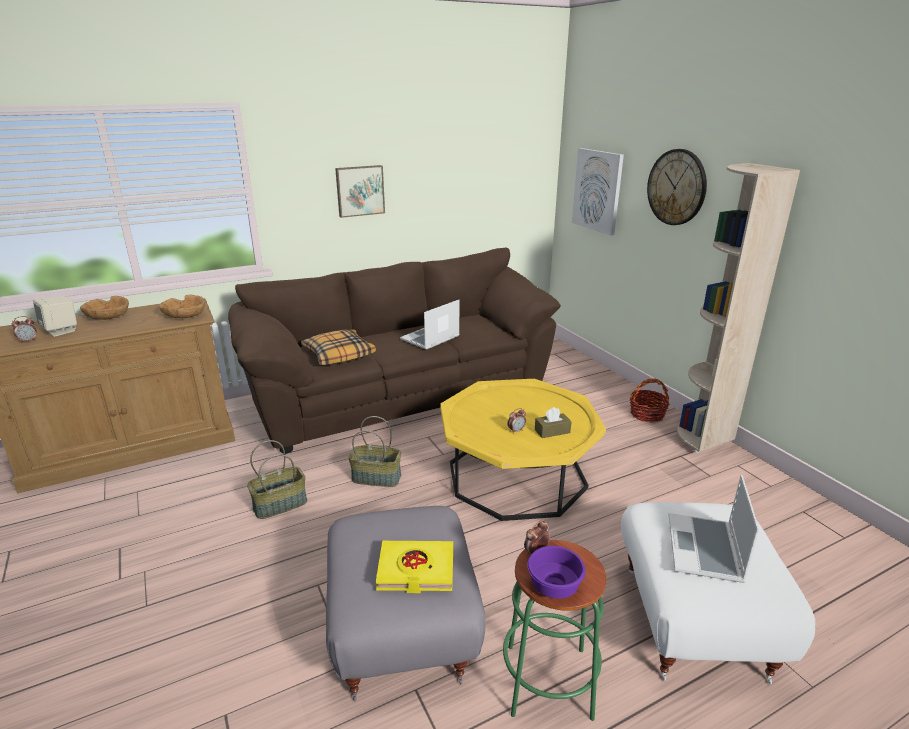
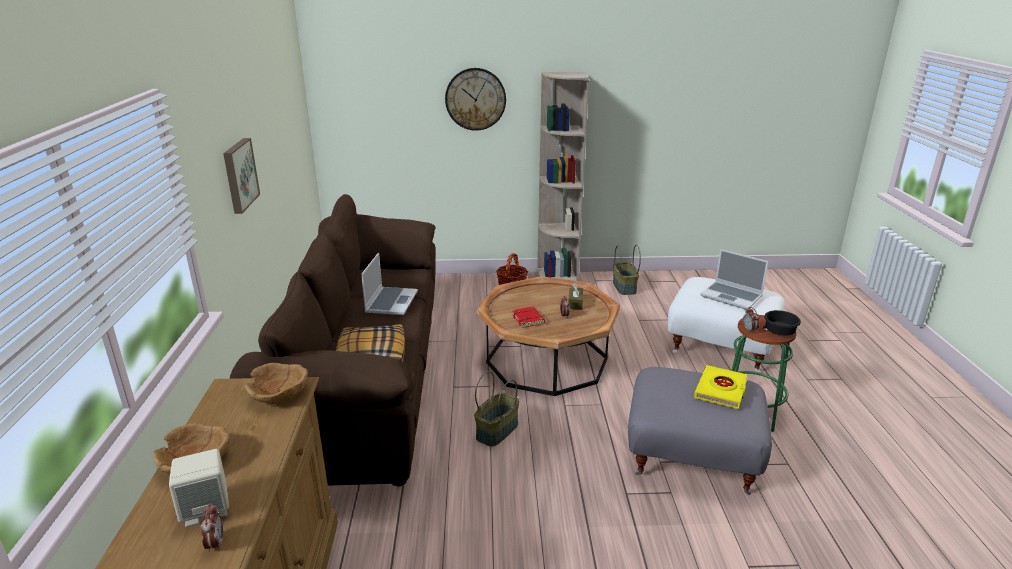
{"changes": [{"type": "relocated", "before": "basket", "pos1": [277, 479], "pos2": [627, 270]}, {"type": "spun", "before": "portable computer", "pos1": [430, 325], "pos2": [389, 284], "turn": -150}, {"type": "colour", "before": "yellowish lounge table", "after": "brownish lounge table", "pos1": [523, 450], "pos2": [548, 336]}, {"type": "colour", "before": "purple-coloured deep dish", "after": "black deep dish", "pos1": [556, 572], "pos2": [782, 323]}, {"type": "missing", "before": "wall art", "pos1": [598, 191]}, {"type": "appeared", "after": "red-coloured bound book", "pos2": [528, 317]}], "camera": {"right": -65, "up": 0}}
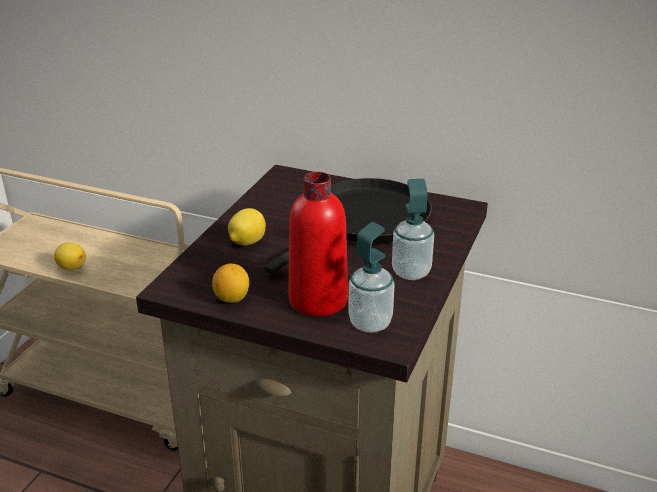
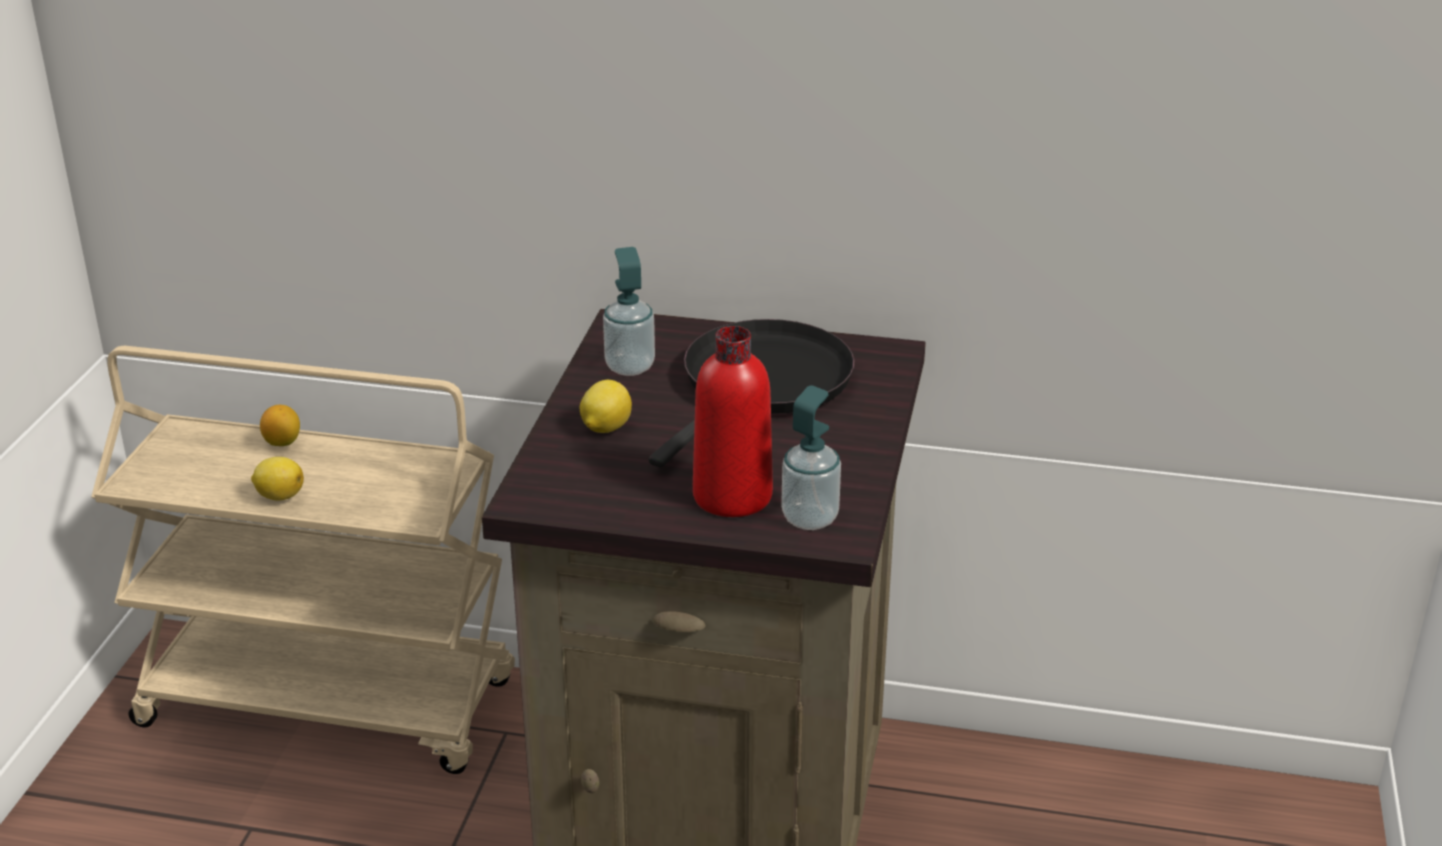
{"changes": [{"type": "relocated", "before": "whole lemon", "pos1": [230, 283], "pos2": [280, 425]}, {"type": "relocated", "before": "liquid soap bottle", "pos1": [413, 229], "pos2": [629, 311]}], "camera": {"right": -10, "up": 0}}
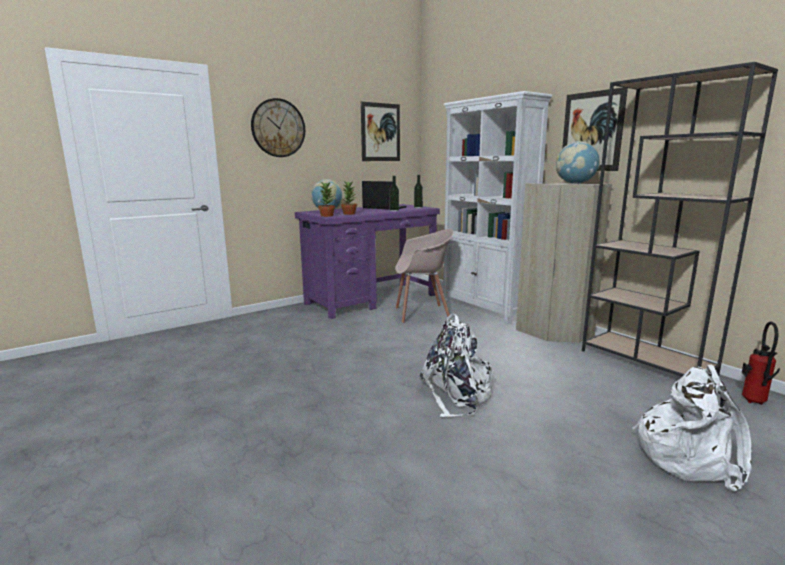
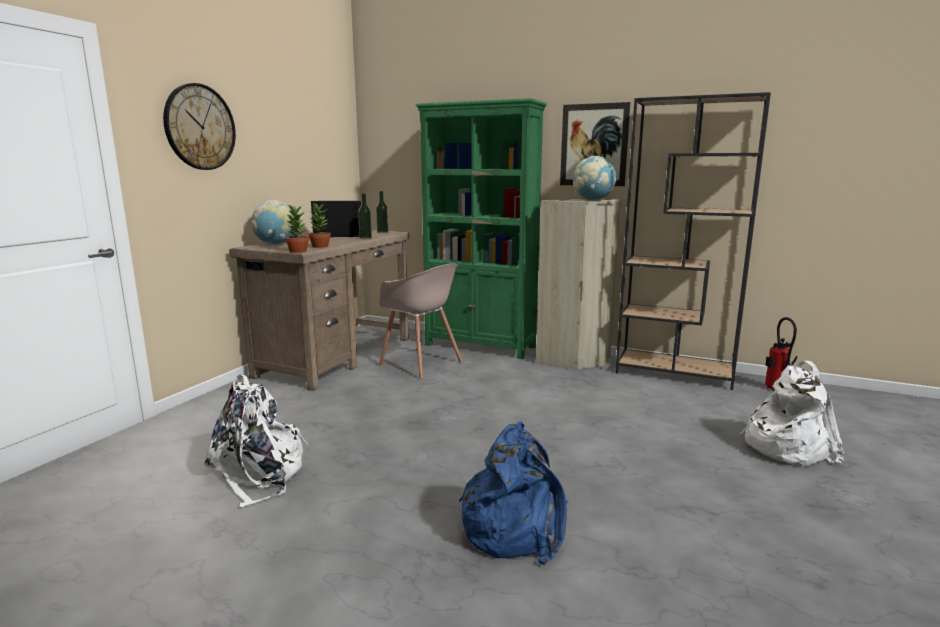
{"changes": [{"type": "colour", "before": "purple-coloured desk table", "after": "brownish desk table", "pos1": [367, 261], "pos2": [319, 310]}, {"type": "missing", "before": "wall art", "pos1": [380, 131]}, {"type": "spun", "before": "beige-coloured upright chair", "pos1": [424, 276], "pos2": [420, 321], "turn": 75}, {"type": "relocated", "before": "white knapsack", "pos1": [458, 365], "pos2": [256, 440]}, {"type": "colour", "before": "white shelving unit", "after": "green-coloured shelving unit", "pos1": [497, 208], "pos2": [481, 228]}, {"type": "appeared", "after": "bluish knapsack", "pos2": [514, 493]}], "camera": {"right": -30, "up": 0}}
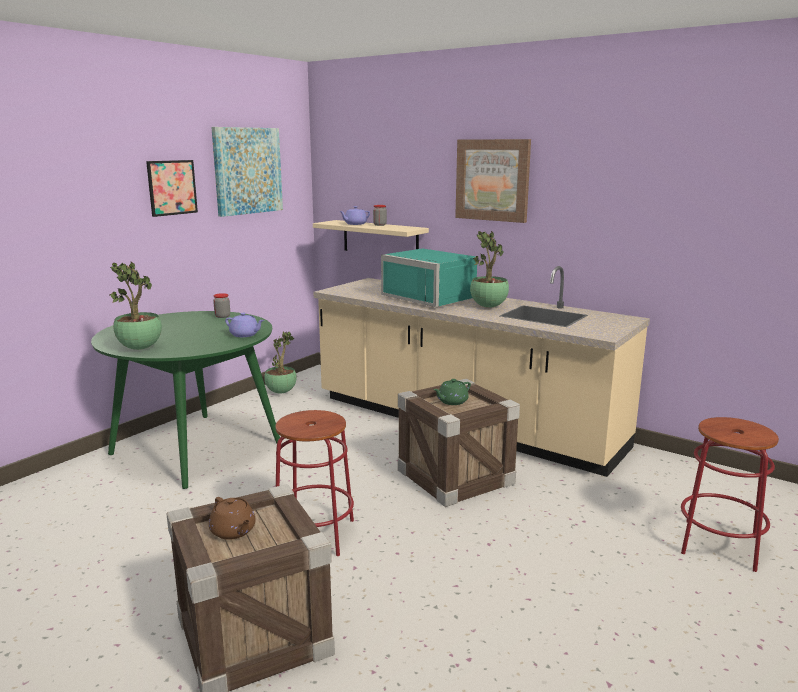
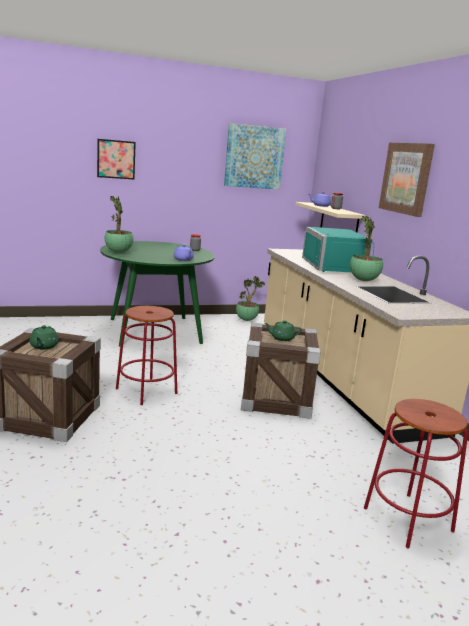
{"changes": [{"type": "relocated", "before": "wall art", "pos1": [172, 188], "pos2": [116, 159]}, {"type": "colour", "before": "brownish teapot", "after": "green-coloured teapot", "pos1": [232, 518], "pos2": [44, 337]}], "camera": {"right": 35, "up": 0}}
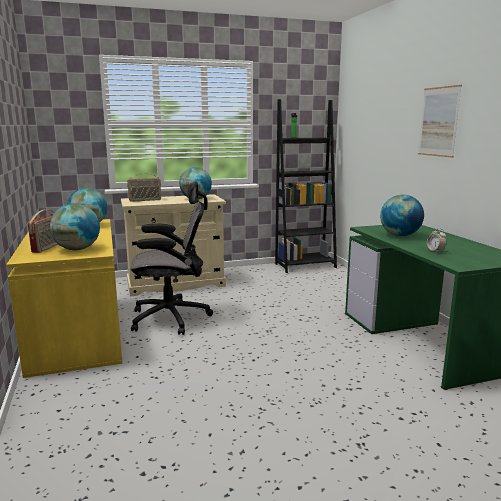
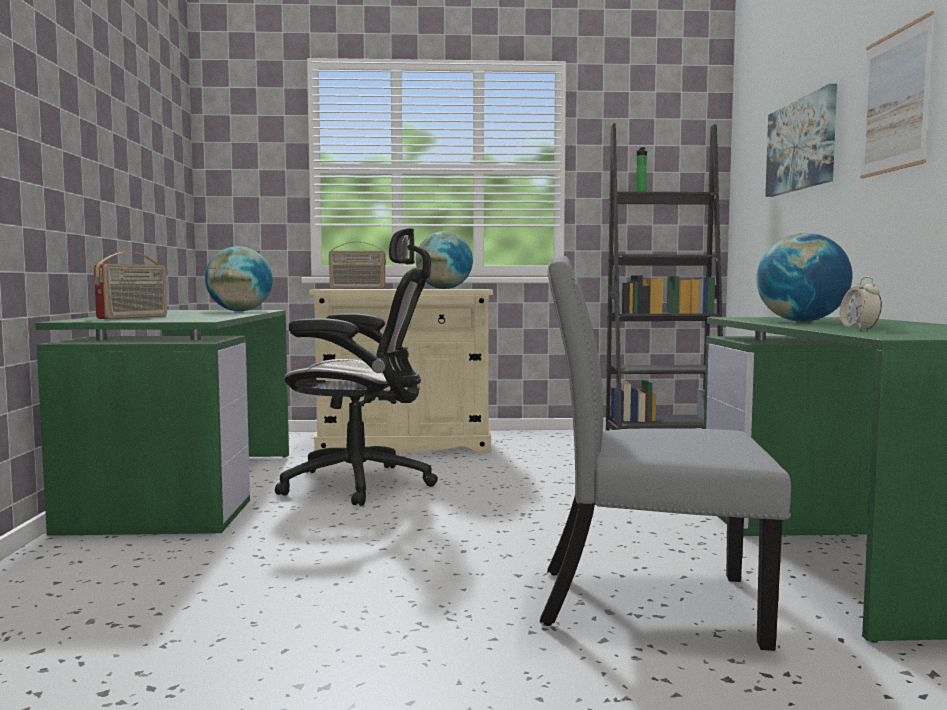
{"changes": [{"type": "colour", "before": "yellowish desk table", "after": "green-coloured desk table", "pos1": [64, 298], "pos2": [162, 423]}, {"type": "missing", "before": "world globe", "pos1": [75, 226]}, {"type": "appeared", "after": "gray upright chair", "pos2": [665, 453]}, {"type": "appeared", "after": "wall art", "pos2": [801, 140]}], "camera": {"right": 15, "up": -10}}
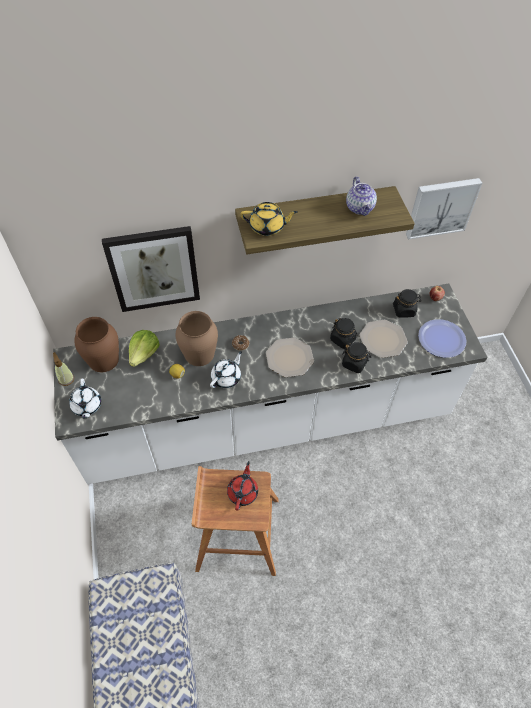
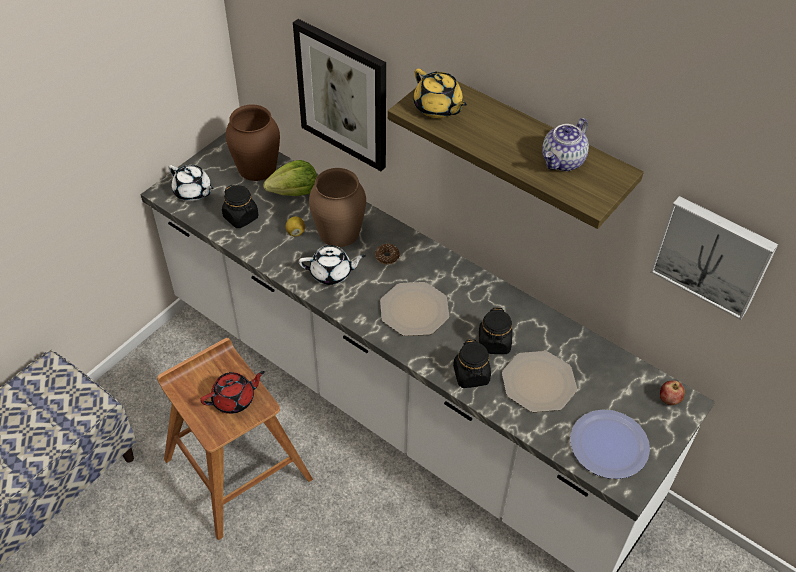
{"changes": [{"type": "missing", "before": "liquid soap bottle", "pos1": [63, 369]}, {"type": "spun", "before": "white teapot", "pos1": [85, 399], "pos2": [191, 183], "turn": -90}, {"type": "relocated", "before": "black preserve jar", "pos1": [407, 303], "pos2": [240, 206]}], "camera": {"right": 50, "up": -5}}
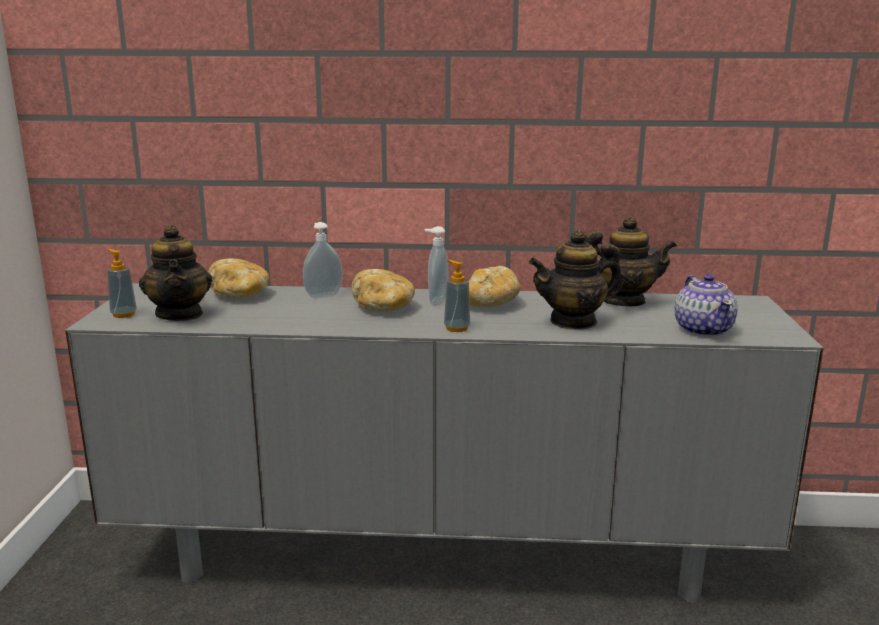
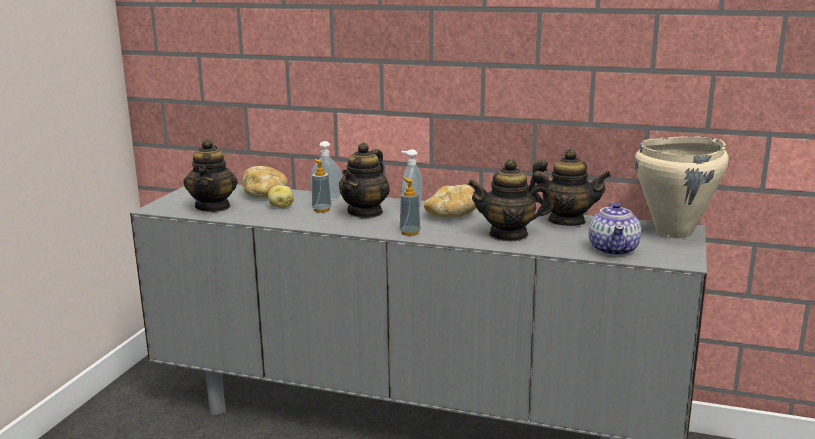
{"changes": [{"type": "relocated", "before": "liquid soap bottle", "pos1": [122, 283], "pos2": [321, 186]}, {"type": "exchanged", "before": "bread", "after": "teapot", "pos1": [383, 290], "pos2": [364, 180]}, {"type": "appeared", "after": "potato", "pos2": [281, 196]}, {"type": "appeared", "after": "beige-coloured stockpot", "pos2": [681, 187]}], "camera": {"right": 15, "up": 0}}
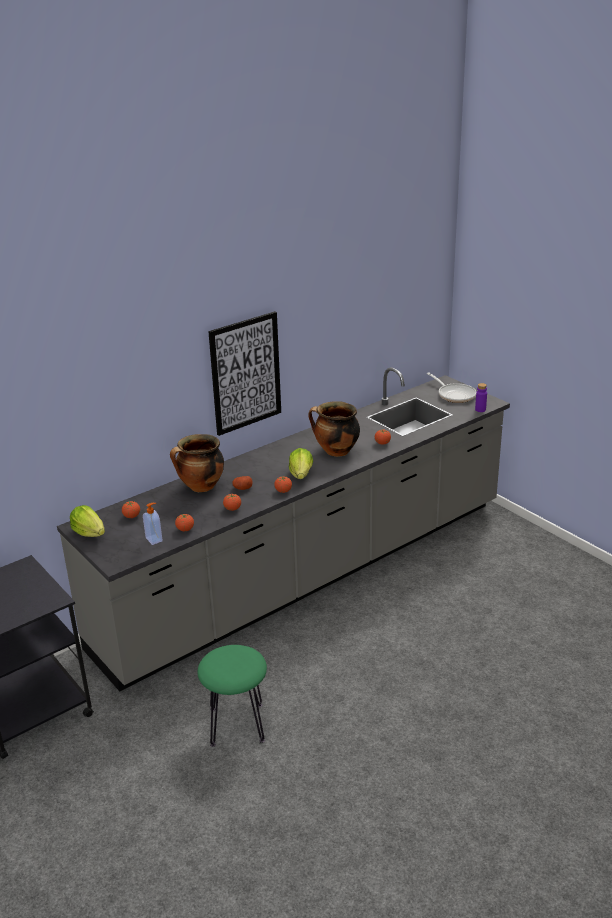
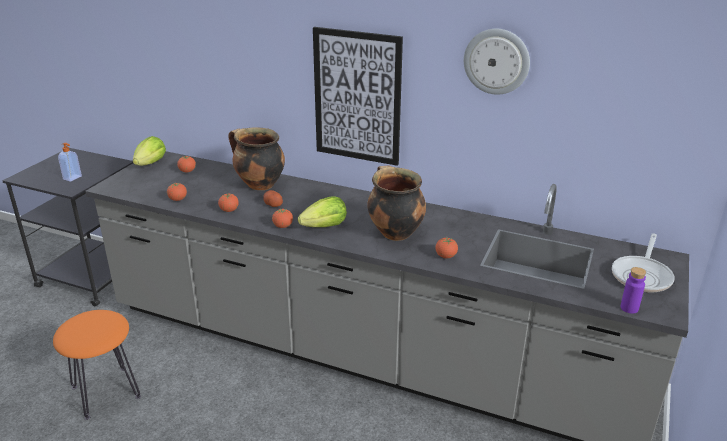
{"changes": [{"type": "relocated", "before": "liquid soap bottle", "pos1": [153, 524], "pos2": [70, 162]}, {"type": "colour", "before": "green-coloured stool", "after": "orange stool", "pos1": [232, 696], "pos2": [97, 365]}, {"type": "appeared", "after": "clock on the wall", "pos2": [497, 62]}], "camera": {"right": 60, "up": 0}}
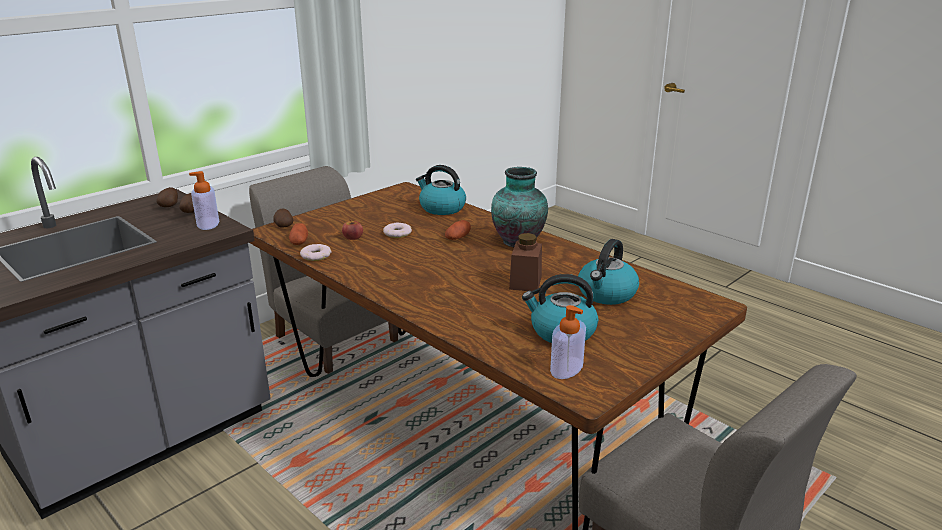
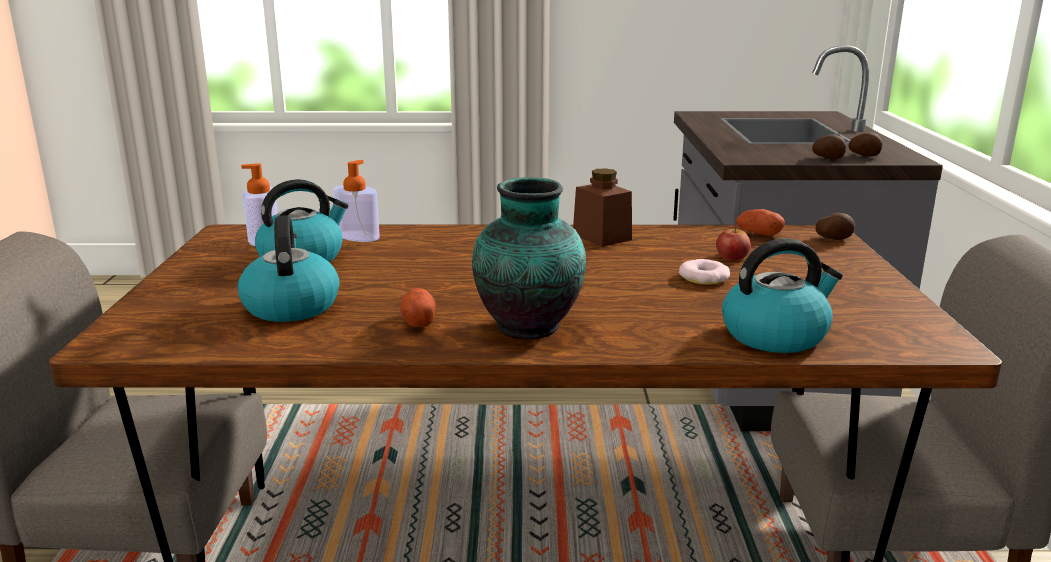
{"changes": [{"type": "relocated", "before": "liquid soap bottle", "pos1": [204, 200], "pos2": [356, 201]}, {"type": "missing", "before": "doughnut", "pos1": [316, 252]}, {"type": "relocated", "before": "potato", "pos1": [458, 230], "pos2": [418, 307]}, {"type": "relocated", "before": "brownish preserve jar", "pos1": [525, 262], "pos2": [602, 207]}], "camera": {"right": 135, "up": -5}}
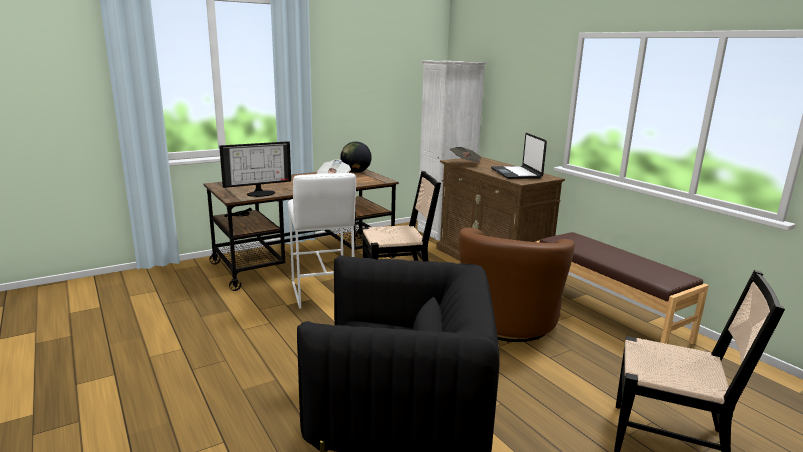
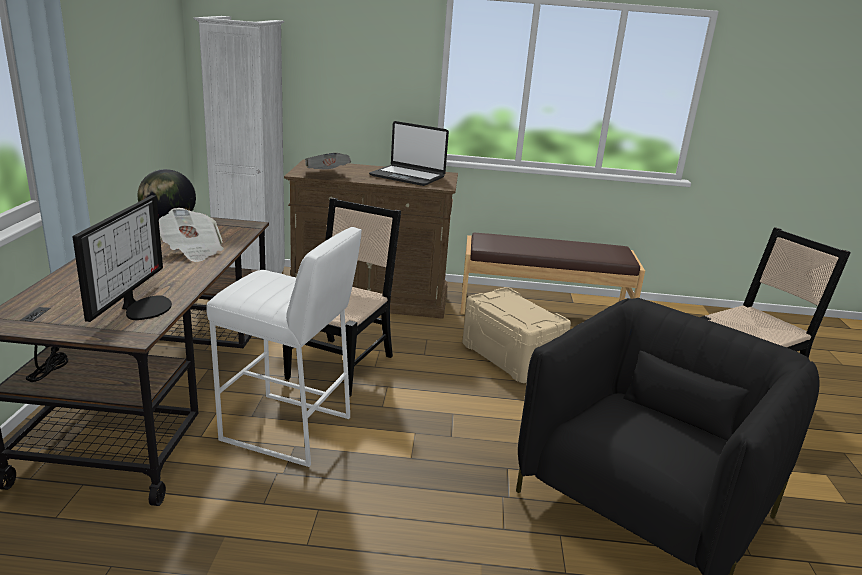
{"changes": [{"type": "exchanged", "before": "brownish easy chair", "after": "beige-coloured storage box", "pos1": [517, 285], "pos2": [516, 335]}], "camera": {"right": -55, "up": 5}}
